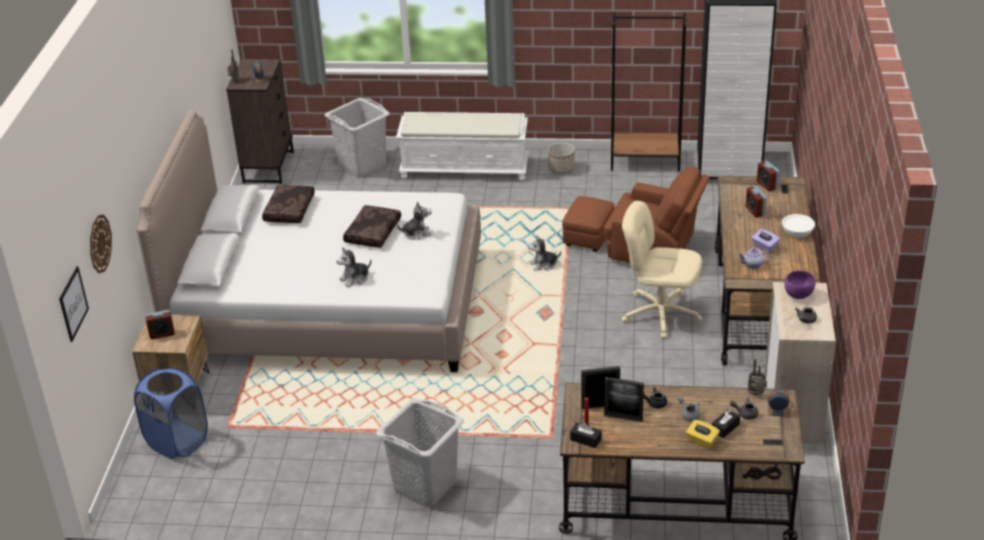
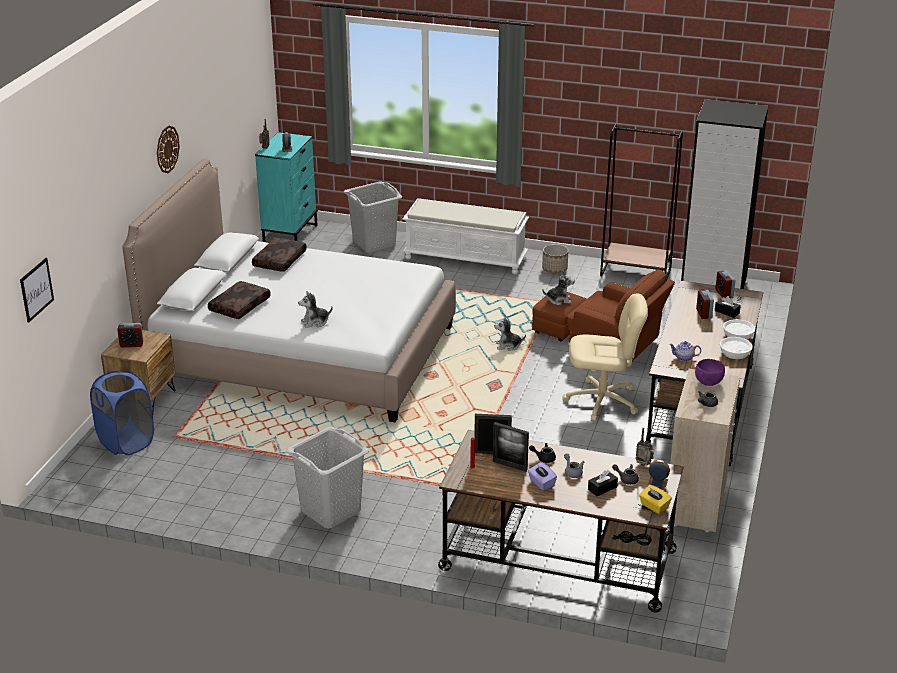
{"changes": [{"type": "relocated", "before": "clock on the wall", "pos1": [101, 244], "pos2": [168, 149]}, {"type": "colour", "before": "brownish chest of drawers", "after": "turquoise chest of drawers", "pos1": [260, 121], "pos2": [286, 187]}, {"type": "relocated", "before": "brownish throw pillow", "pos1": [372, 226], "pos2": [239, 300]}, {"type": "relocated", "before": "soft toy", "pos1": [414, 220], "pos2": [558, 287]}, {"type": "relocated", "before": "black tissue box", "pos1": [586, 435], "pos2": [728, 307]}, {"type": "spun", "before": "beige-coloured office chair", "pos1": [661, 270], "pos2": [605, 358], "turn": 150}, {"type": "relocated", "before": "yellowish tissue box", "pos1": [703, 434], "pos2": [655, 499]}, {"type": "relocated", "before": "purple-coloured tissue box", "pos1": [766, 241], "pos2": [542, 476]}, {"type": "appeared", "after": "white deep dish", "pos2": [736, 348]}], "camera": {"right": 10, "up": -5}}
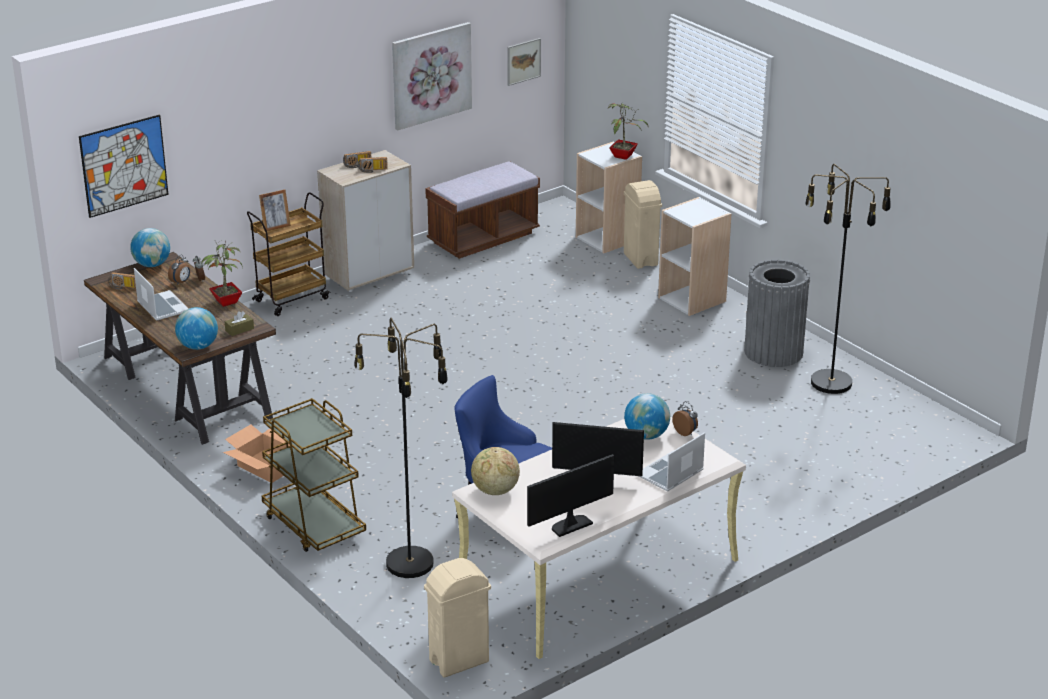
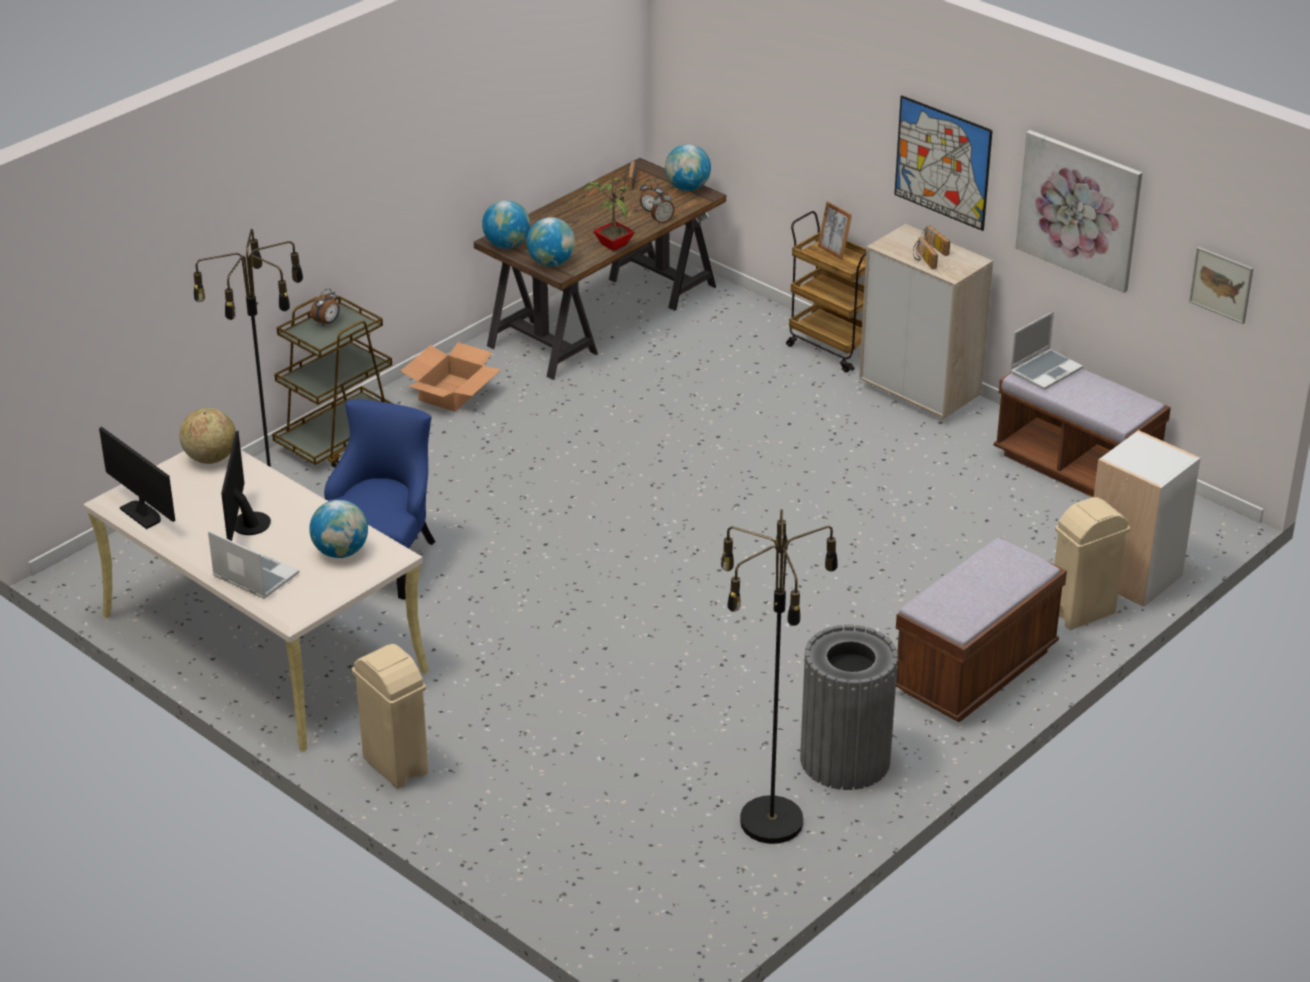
{"changes": [{"type": "relocated", "before": "wall art", "pos1": [124, 166], "pos2": [943, 163]}, {"type": "relocated", "before": "portable computer", "pos1": [161, 294], "pos2": [1046, 350]}, {"type": "exchanged", "before": "brownish tissue box", "after": "world globe", "pos1": [239, 323], "pos2": [551, 241]}, {"type": "relocated", "before": "beige-coloured trash can", "pos1": [457, 617], "pos2": [390, 716]}, {"type": "missing", "before": "potted plant", "pos1": [628, 132]}, {"type": "exchanged", "before": "shelving unit", "after": "brownish bench", "pos1": [694, 256], "pos2": [981, 630]}, {"type": "relocated", "before": "bedside clock", "pos1": [685, 418], "pos2": [325, 307]}], "camera": {"right": 80, "up": 5}}
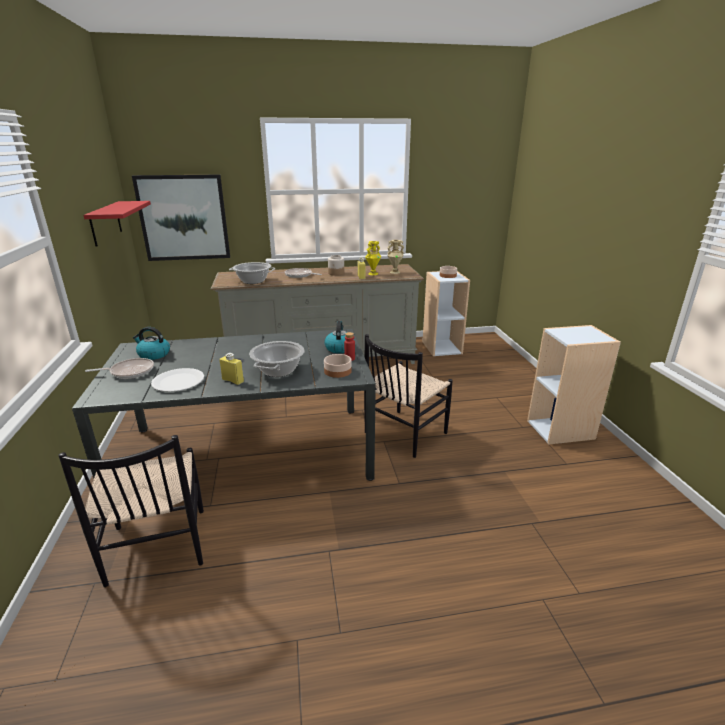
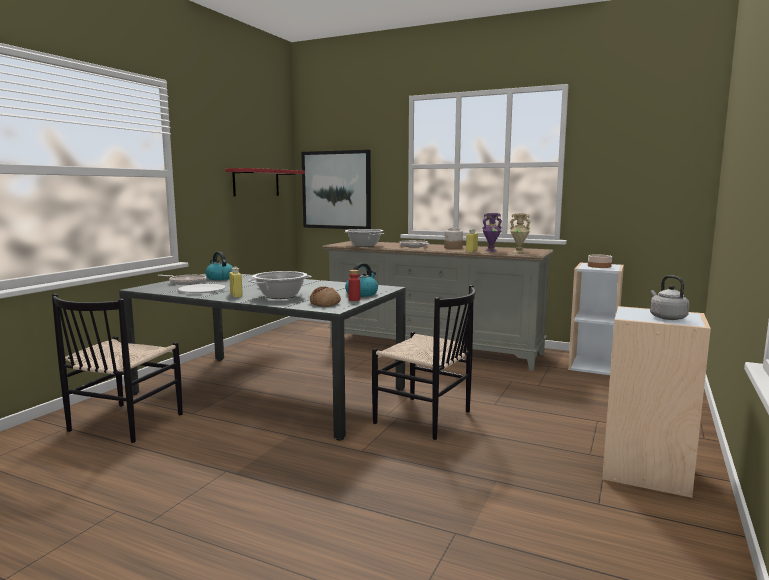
{"changes": [{"type": "exchanged", "before": "deep dish", "after": "bread", "pos1": [338, 366], "pos2": [325, 297]}, {"type": "spun", "before": "black upright chair", "pos1": [408, 396], "pos2": [423, 362], "turn": -135}, {"type": "colour", "before": "yellowish flower vase", "after": "purple-coloured flower vase", "pos1": [373, 258], "pos2": [492, 232]}, {"type": "appeared", "after": "gray water kettle", "pos2": [669, 297]}], "camera": {"right": 35, "up": -15}}
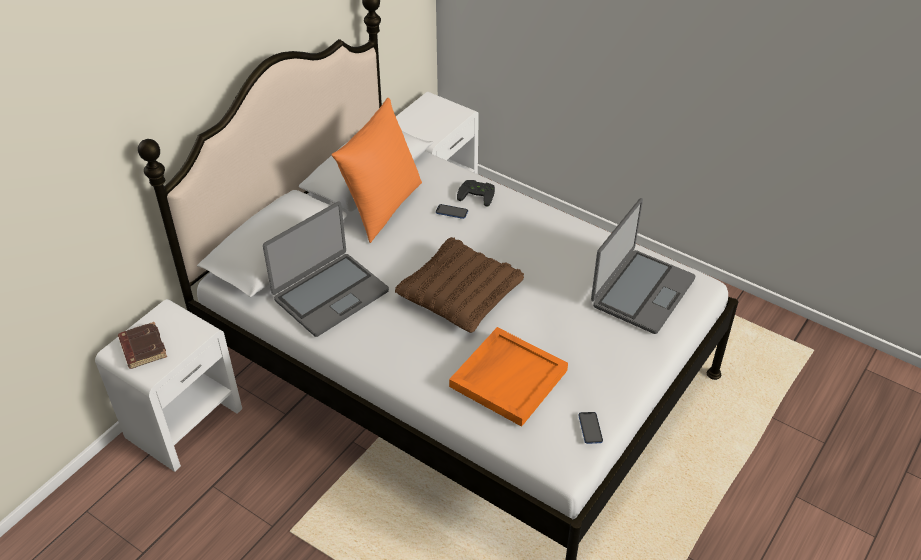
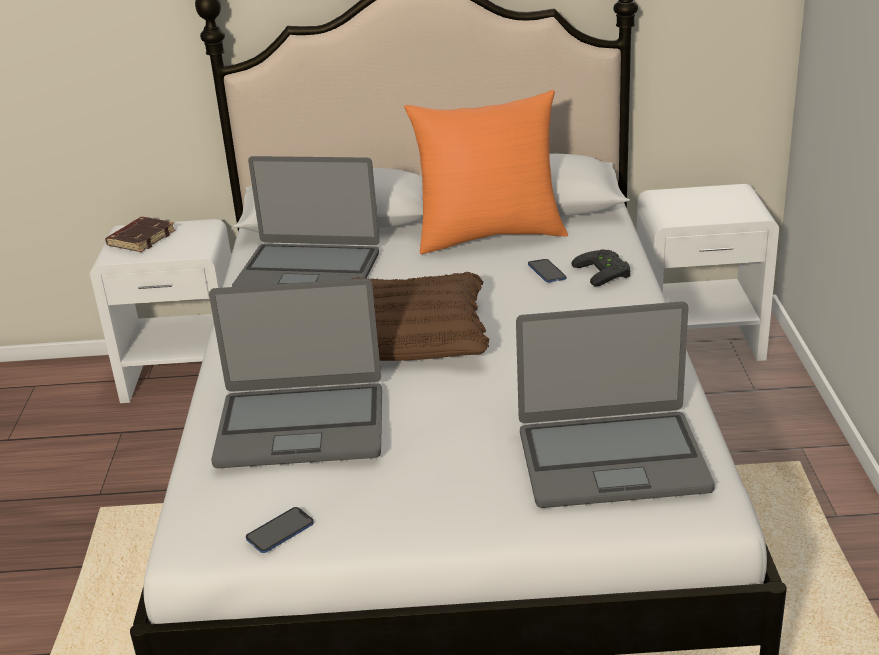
{"changes": [{"type": "exchanged", "before": "orange serving tray", "after": "portable computer", "pos1": [508, 377], "pos2": [295, 373]}], "camera": {"right": 55, "up": -15}}
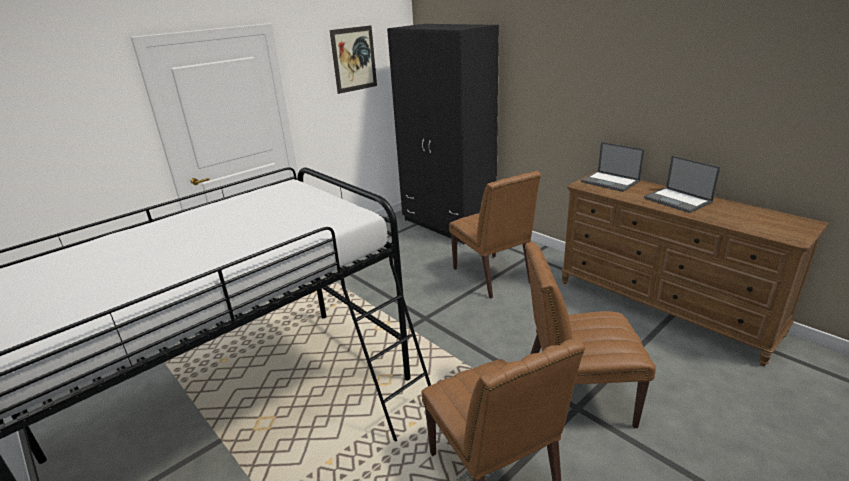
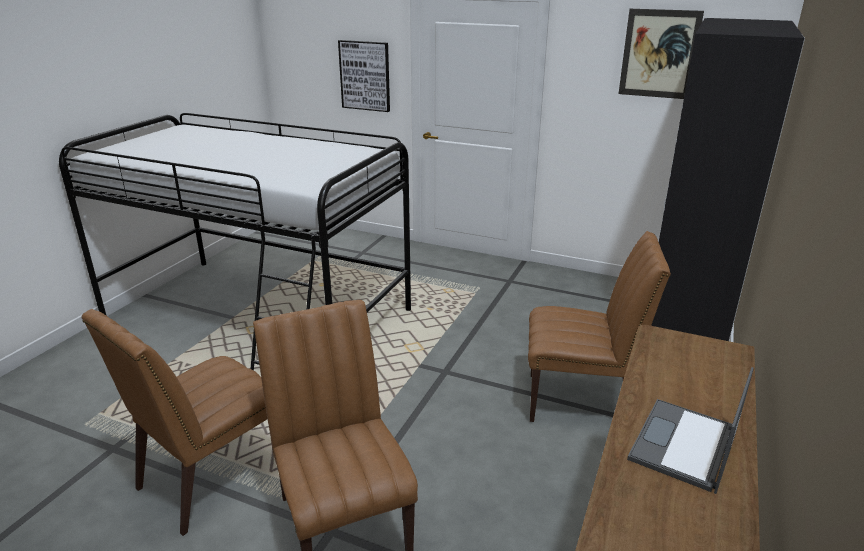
{"changes": [{"type": "spun", "before": "brownish upright chair", "pos1": [495, 234], "pos2": [599, 326], "turn": -120}, {"type": "missing", "before": "portable computer", "pos1": [613, 167]}, {"type": "appeared", "after": "wall art", "pos2": [364, 76]}], "camera": {"right": 65, "up": 0}}
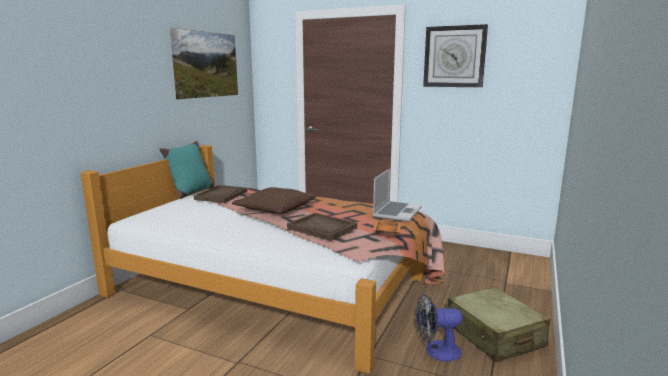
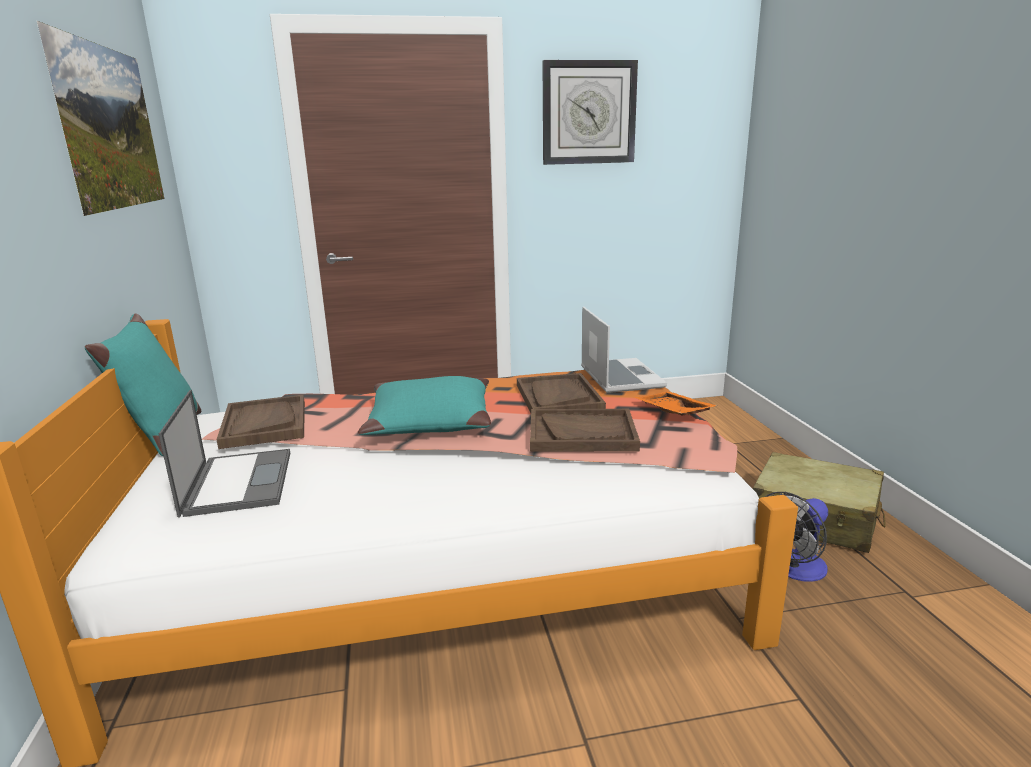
{"changes": [{"type": "colour", "before": "brownish throw pillow", "after": "turquoise throw pillow", "pos1": [274, 200], "pos2": [424, 405]}, {"type": "appeared", "after": "portable computer", "pos2": [224, 454]}, {"type": "appeared", "after": "brownish serving tray", "pos2": [561, 393]}], "camera": {"right": -35, "up": 5}}
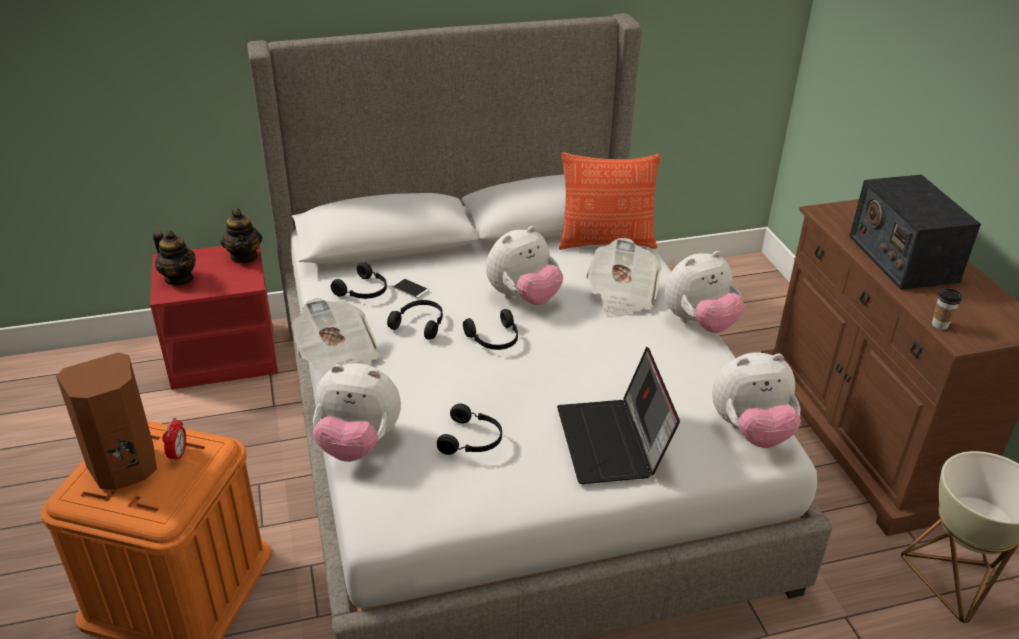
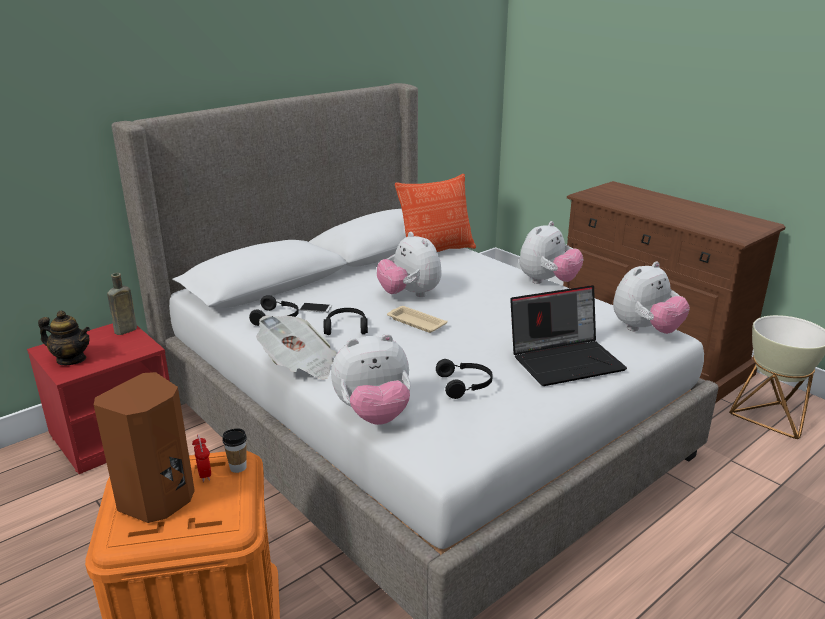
{"changes": [{"type": "exchanged", "before": "teapot", "after": "brownish drink bottle", "pos1": [241, 235], "pos2": [122, 304]}, {"type": "exchanged", "before": "black pair of headphones", "after": "beige-coloured serving tray", "pos1": [490, 329], "pos2": [417, 319]}, {"type": "spun", "before": "soft toy", "pos1": [524, 265], "pos2": [409, 264], "turn": 120}, {"type": "spun", "before": "portable computer", "pos1": [618, 415], "pos2": [568, 335], "turn": -75}, {"type": "missing", "before": "daily paper", "pos1": [624, 278]}, {"type": "missing", "before": "radio", "pos1": [915, 232]}, {"type": "relocated", "before": "drinking cup", "pos1": [947, 309], "pos2": [234, 450]}], "camera": {"right": -25, "up": -10}}
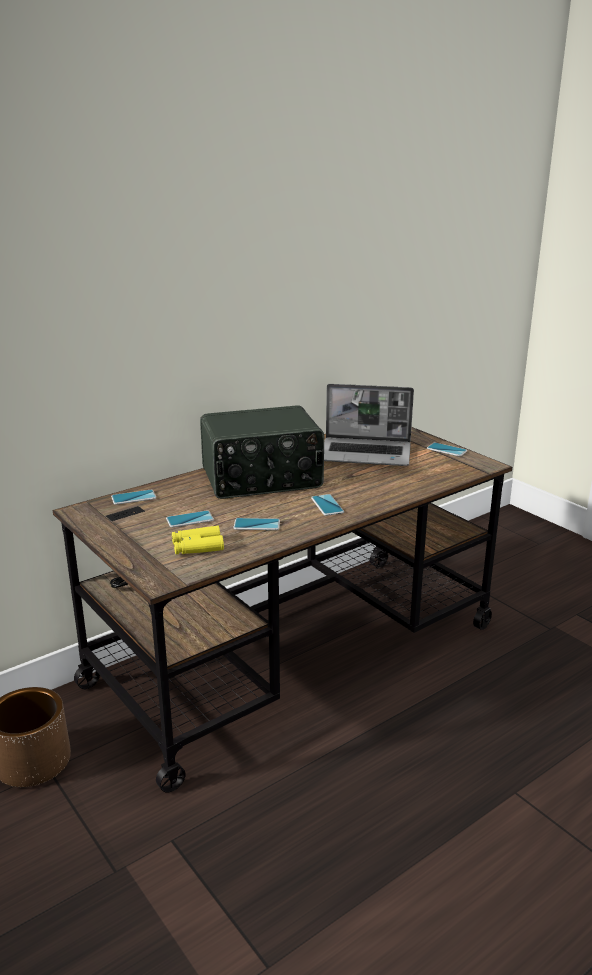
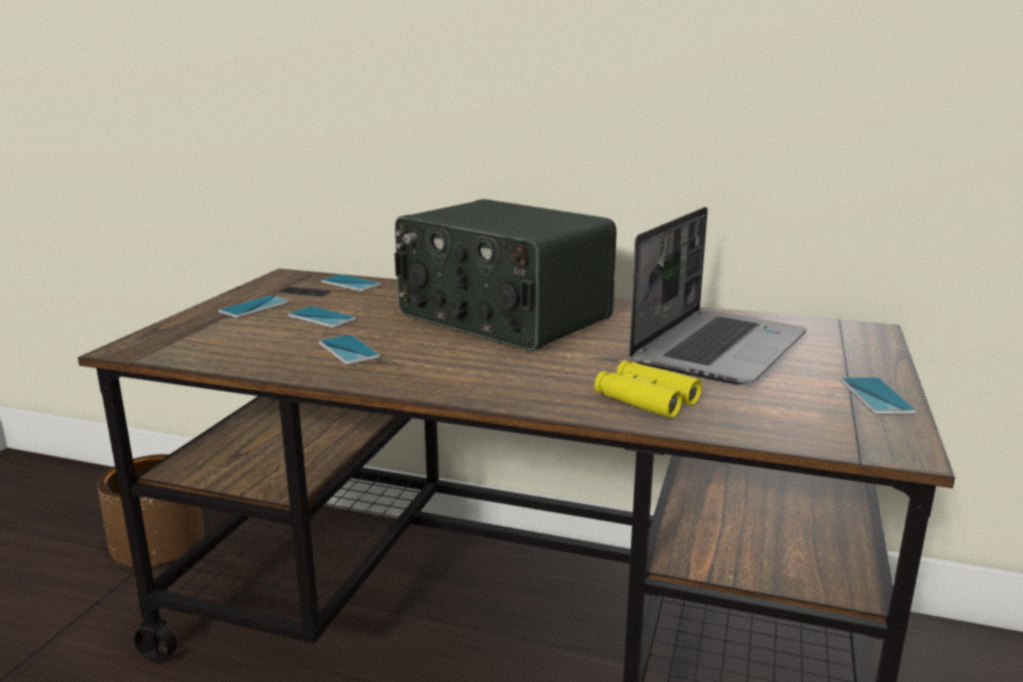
{"changes": [{"type": "relocated", "before": "yellowish pair of binoculars", "pos1": [198, 540], "pos2": [648, 389]}, {"type": "relocated", "before": "handset", "pos1": [327, 505], "pos2": [253, 306]}, {"type": "spun", "before": "portable computer", "pos1": [369, 425], "pos2": [717, 295], "turn": -120}], "camera": {"right": 55, "up": -5}}
